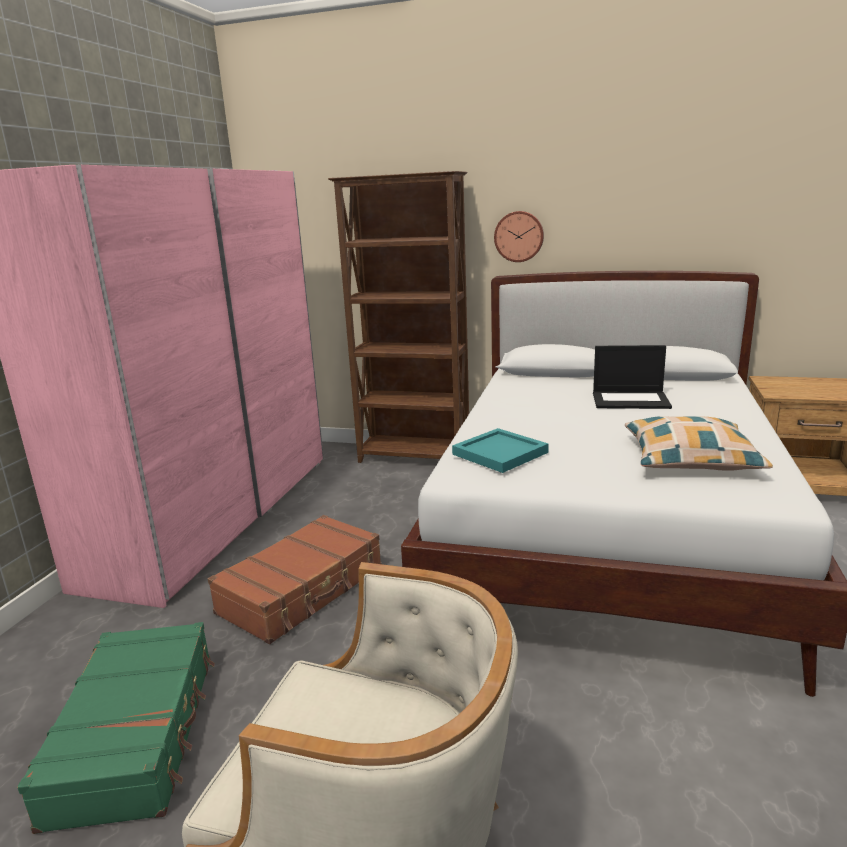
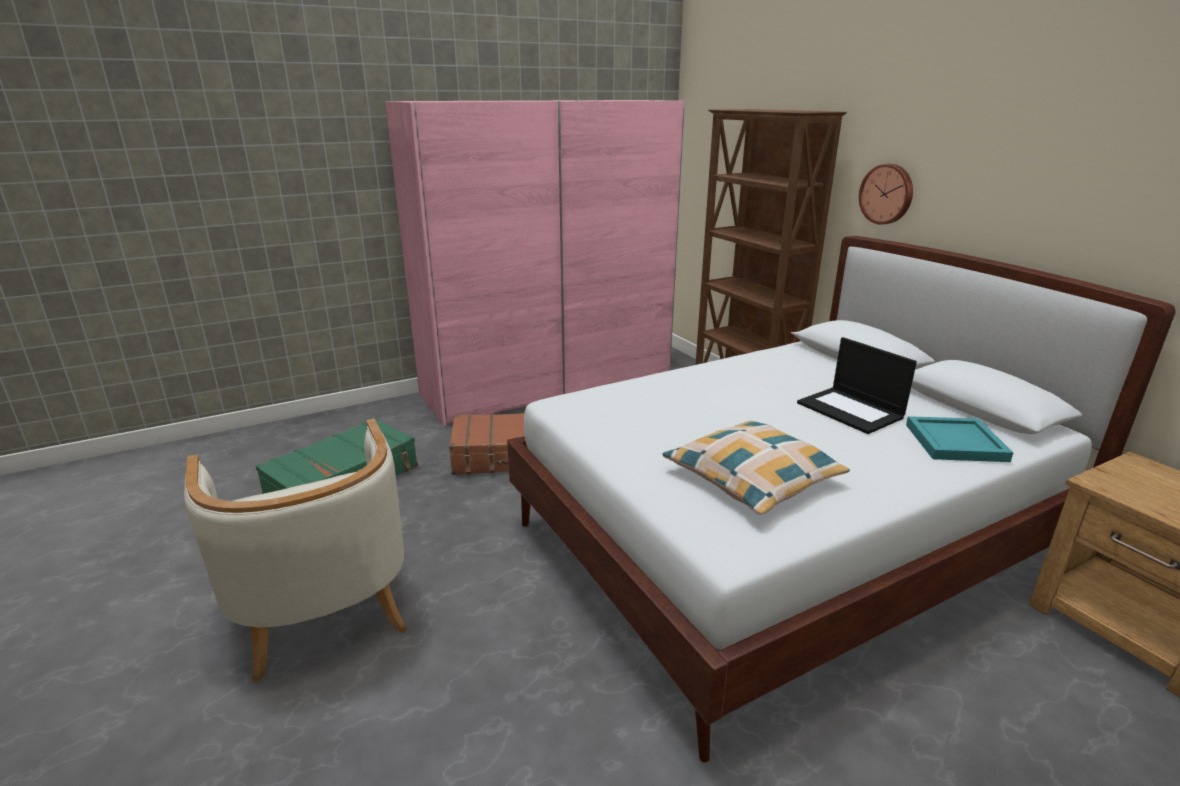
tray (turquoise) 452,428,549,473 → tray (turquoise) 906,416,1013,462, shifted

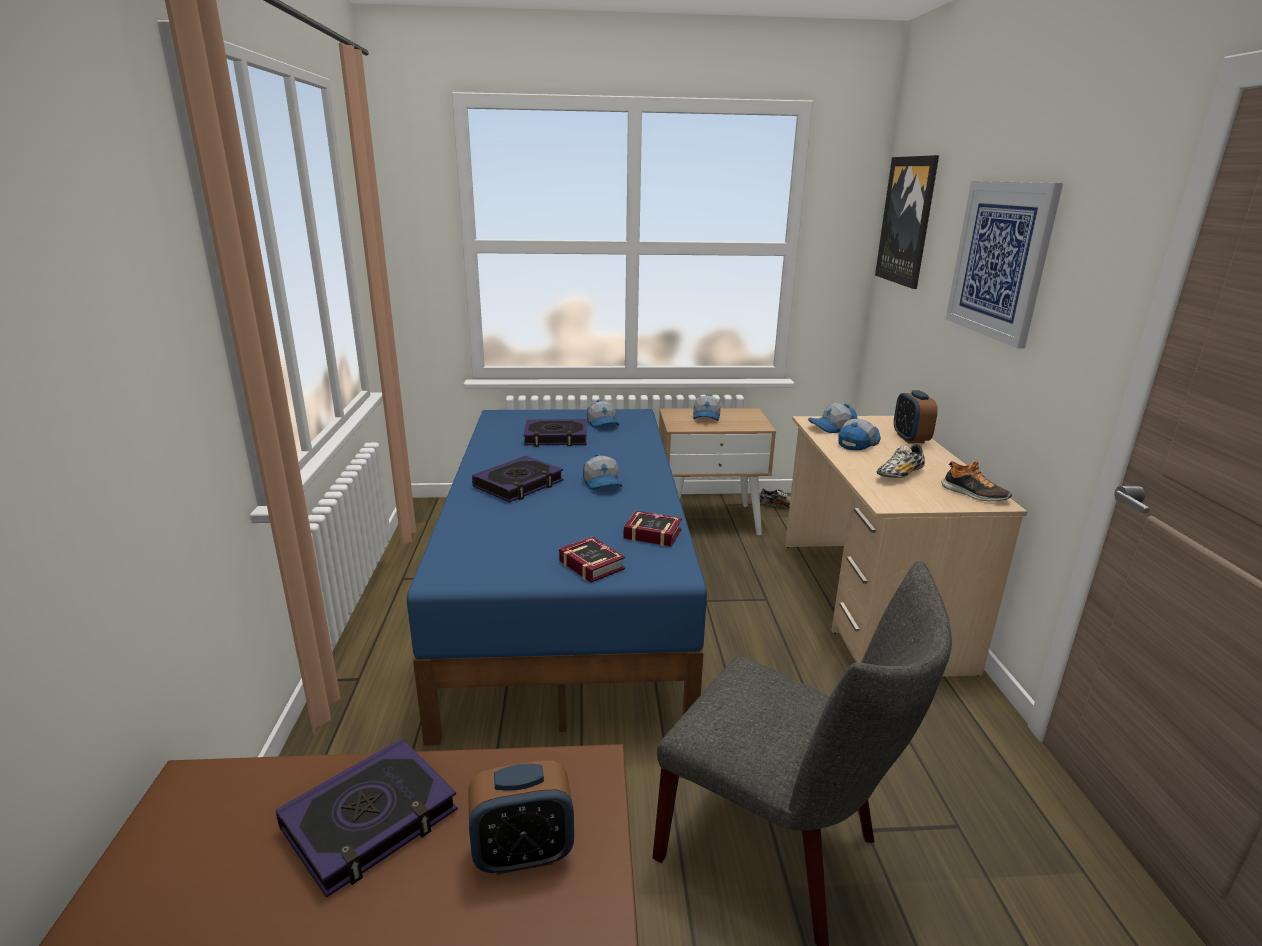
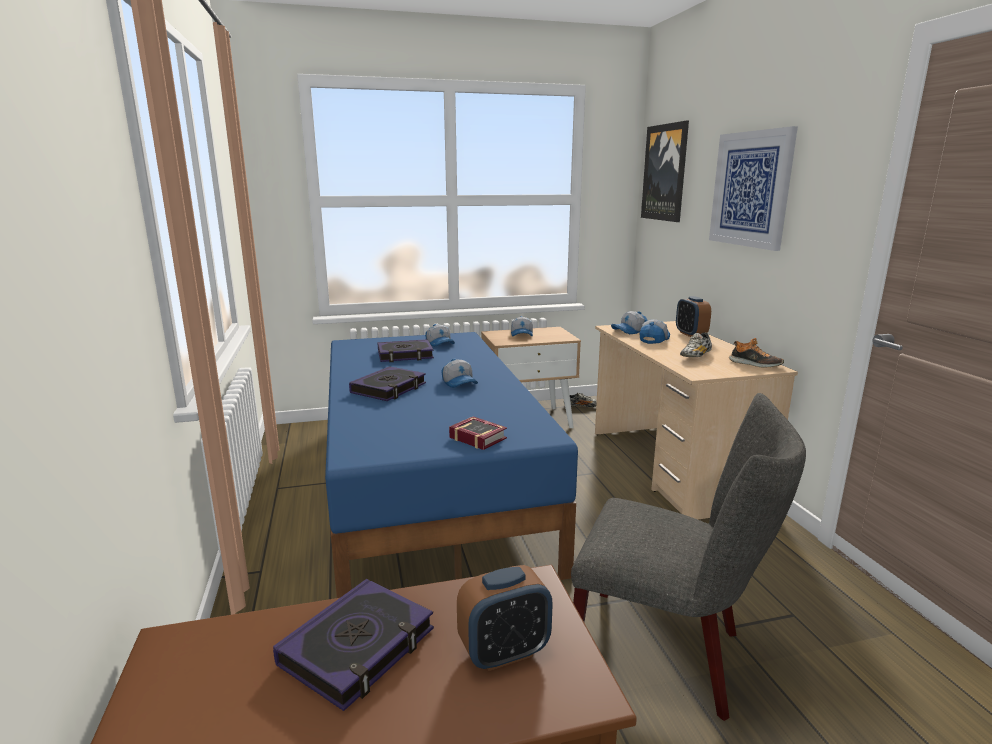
book 623,511,682,546 → -

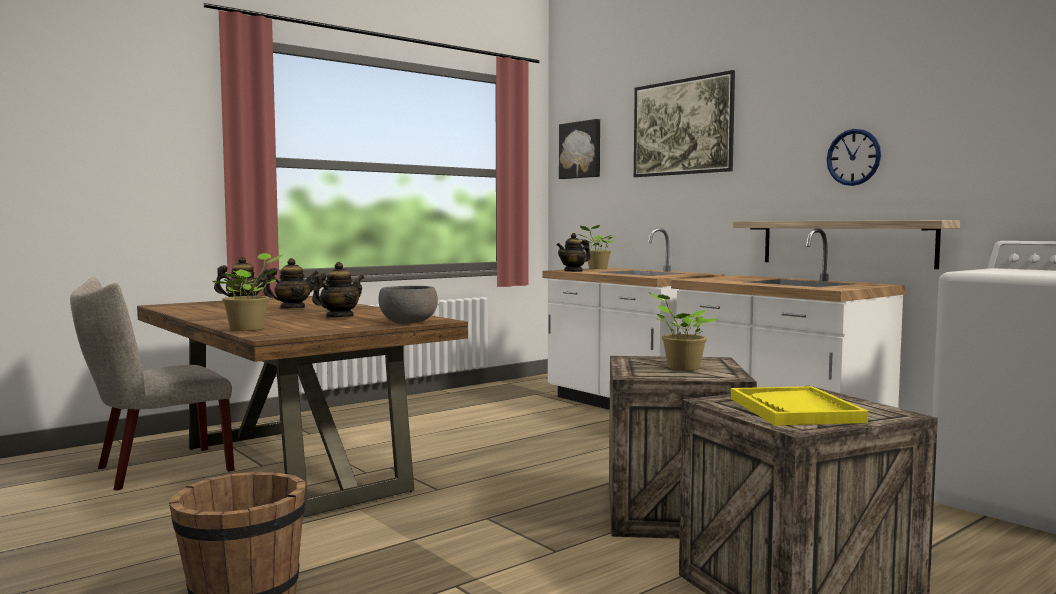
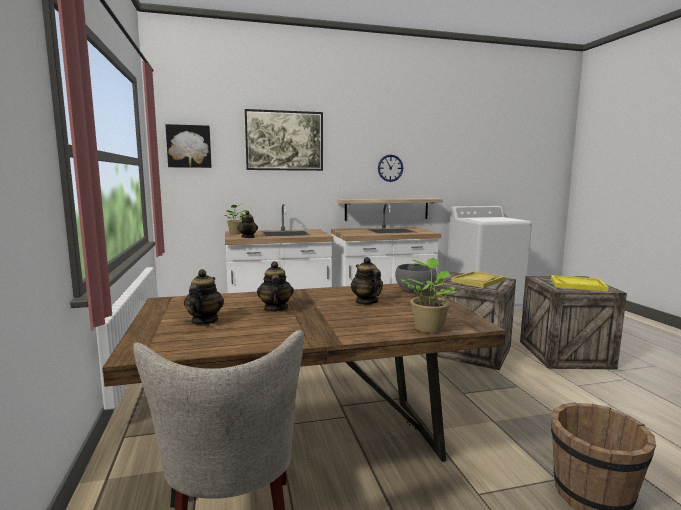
potted plant 649,292,717,371 → tray (yellow) 451,271,505,288

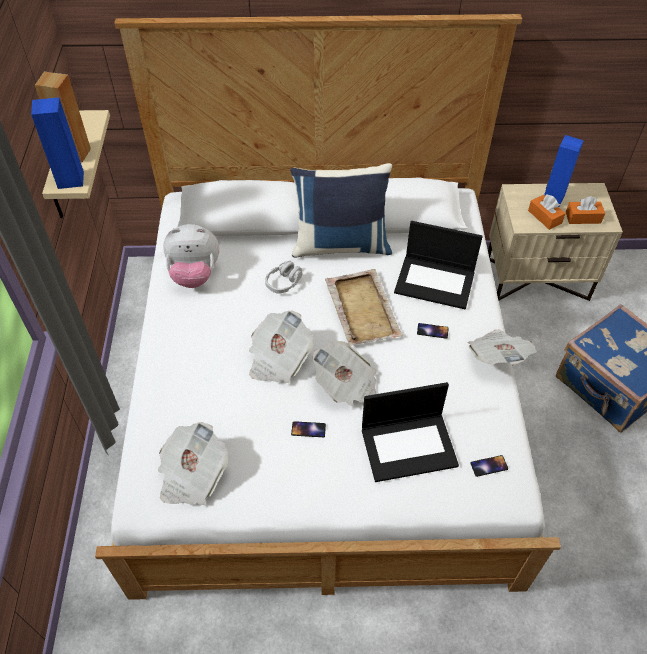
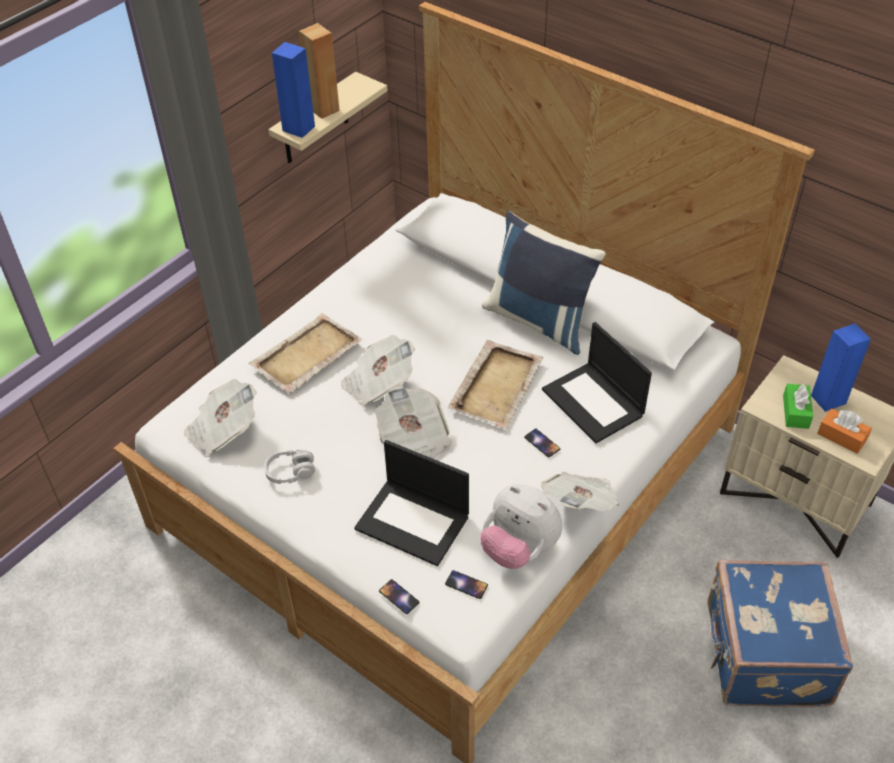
tissue box (orange) 528,194,566,230 → tissue box (green) 783,383,813,429
plush toy 163,224,219,288 → plush toy 480,484,562,569, shifted
headphones (grey) 265,261,303,294 → headphones (grey) 265,449,315,484, shifted
phone 291,421,326,437 → phone 379,579,420,614, shifted
- → tray (beige) 249,313,362,393

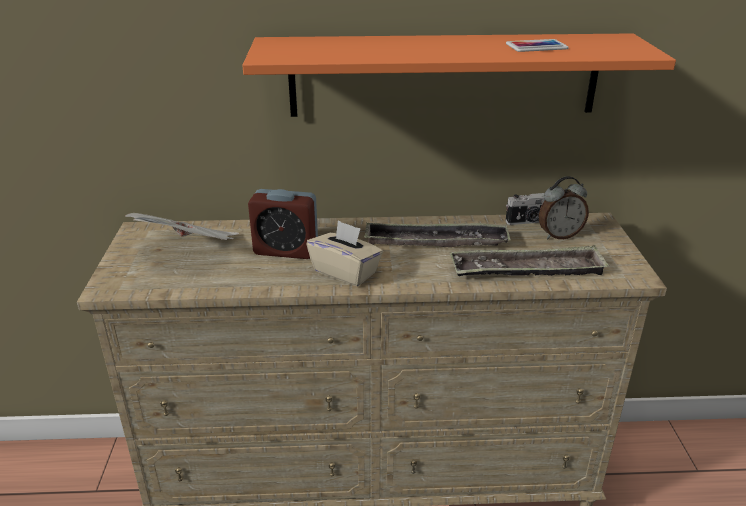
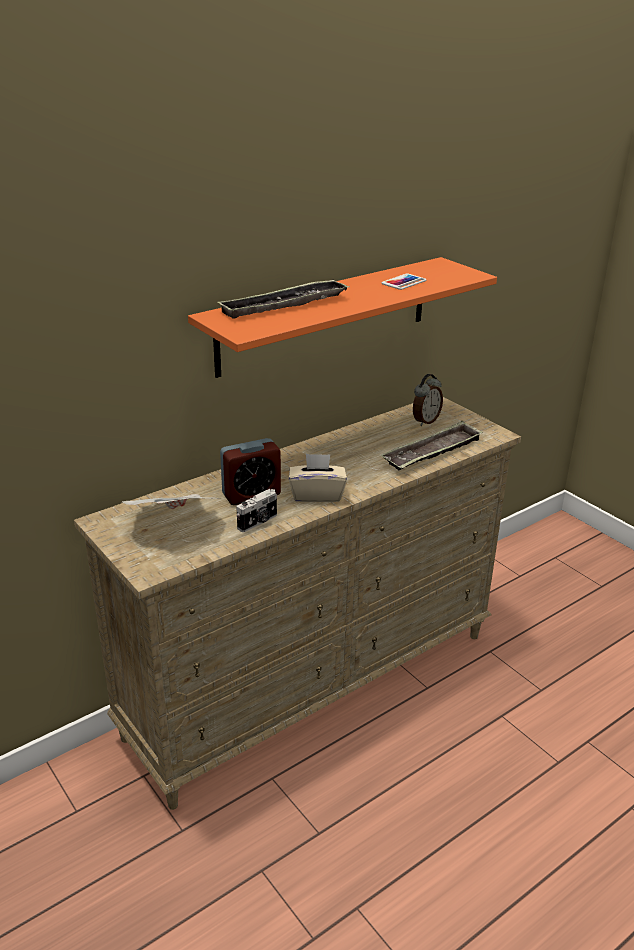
photo camera 506,193,545,225 → photo camera 237,489,277,532, shifted
tray 364,223,511,247 → tray 217,279,349,319, shifted

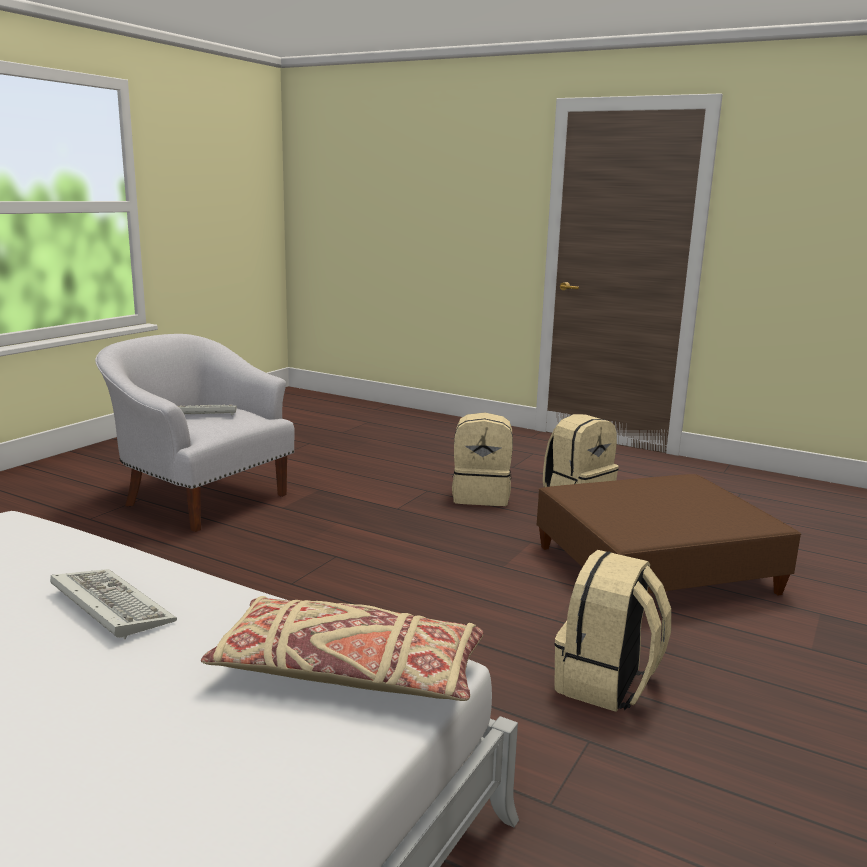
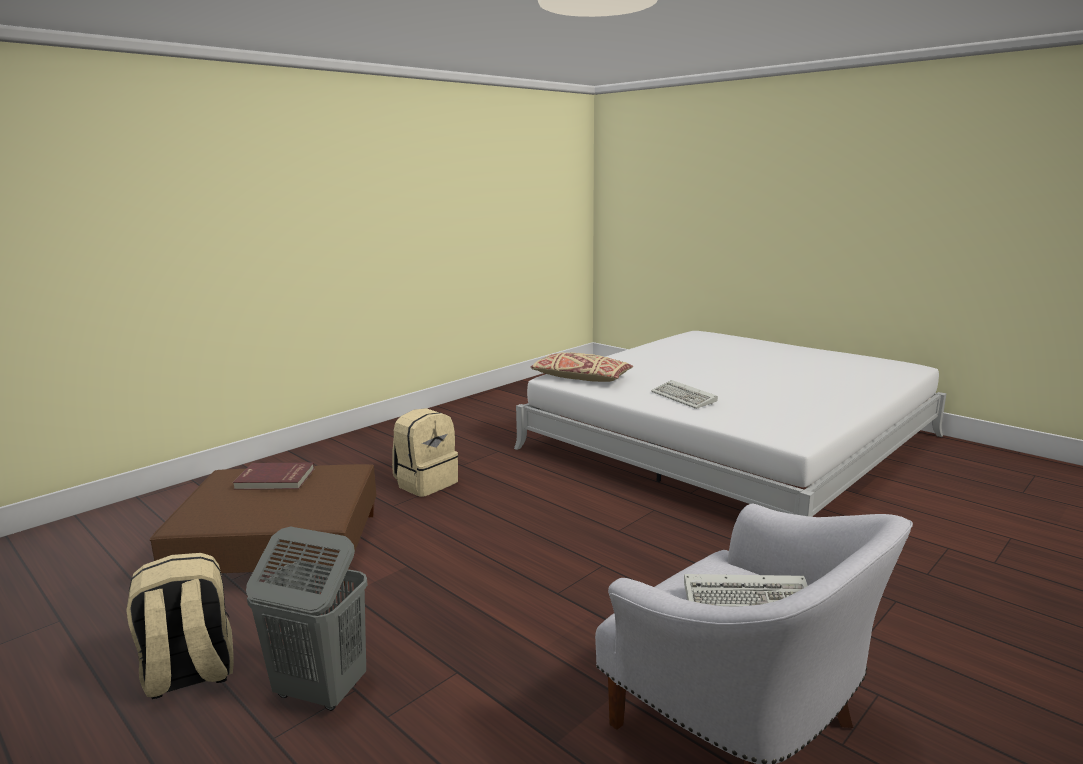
backpack (beige) 452,413,513,506 → laundry basket (grey) 246,527,367,711
- → book (red) 233,463,315,490

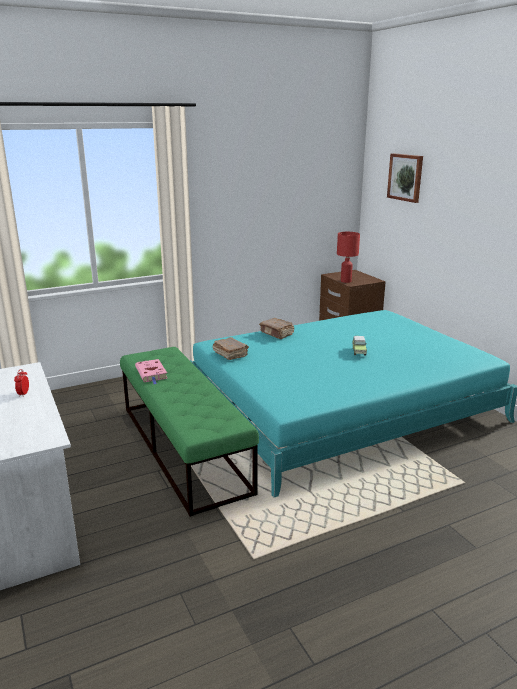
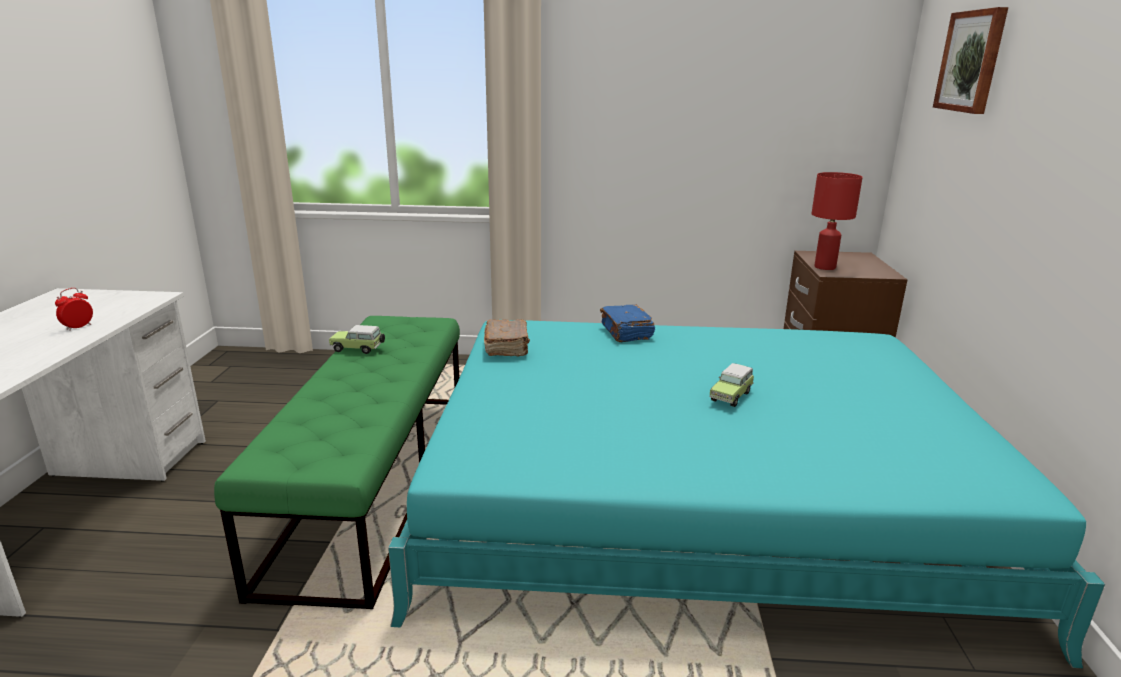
book (brown) 259,318,294,339 → book (blue) 600,304,655,342
book (pink) 135,359,167,384 → toy car 329,325,385,354

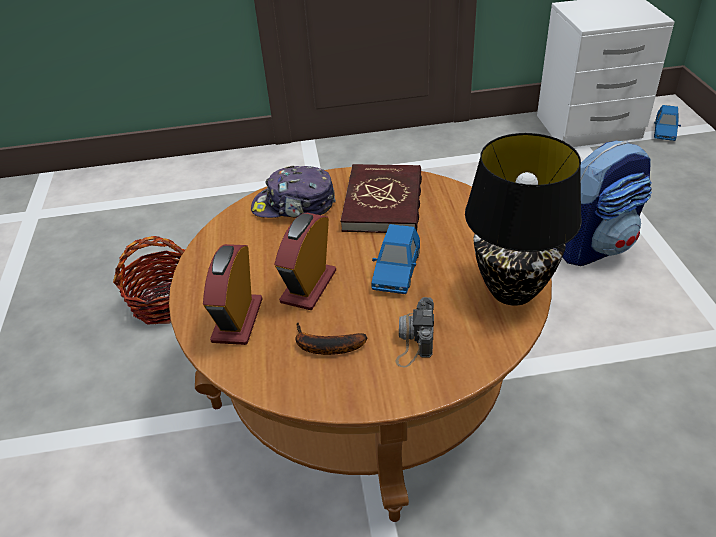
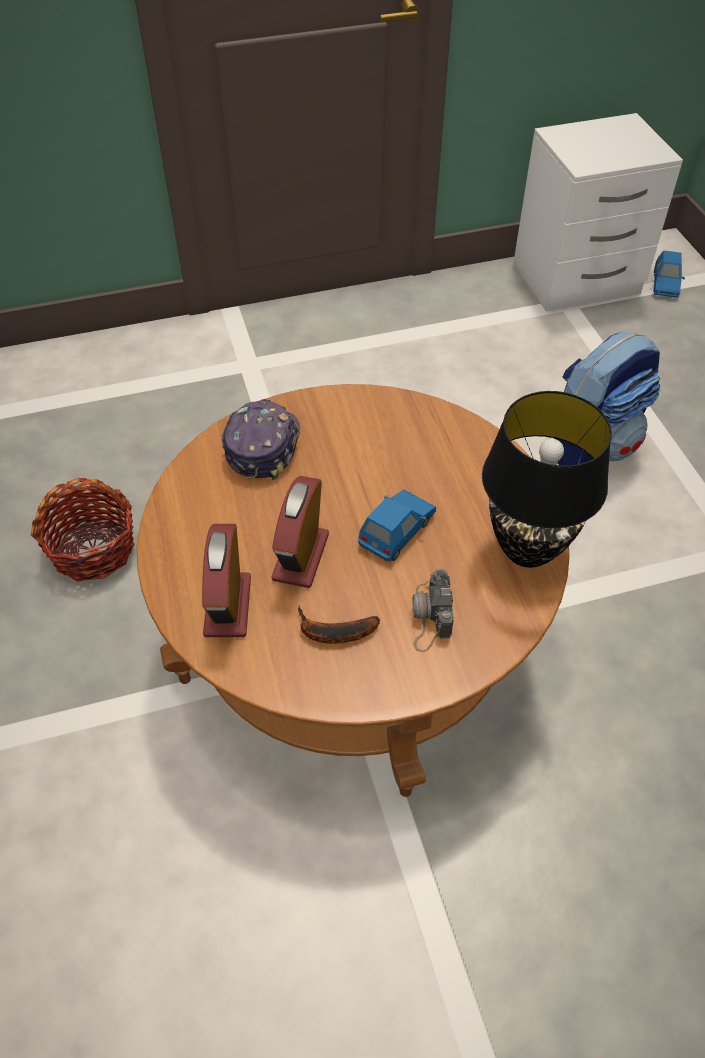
book (red) 340,164,422,233 → -
cap 251,166,336,218 → cap 222,399,300,480, 105 degrees clockwise
toy car (blue) 372,224,420,294 → toy car (blue) 358,490,436,562, 150 degrees counterclockwise

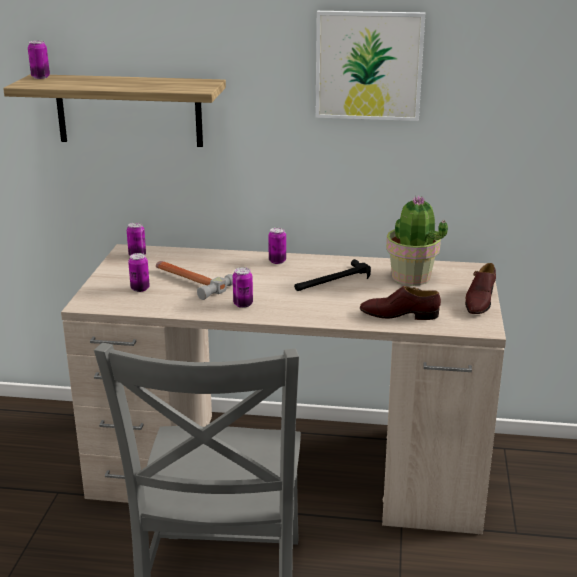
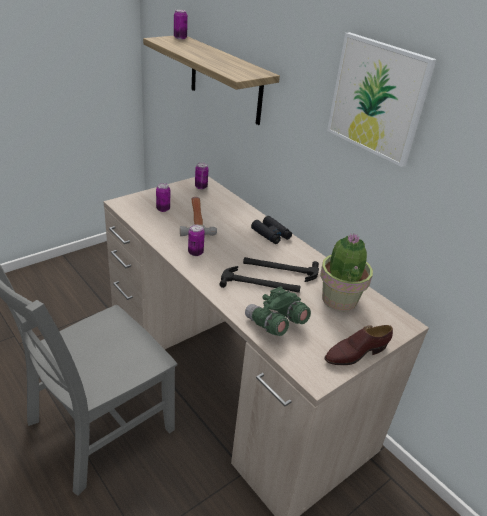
can 268,228,286,264 → binoculars (black) 251,216,292,244
shoe (brown) 360,286,441,320 → binoculars (green) 245,286,311,336
- → hammer 219,266,301,293

